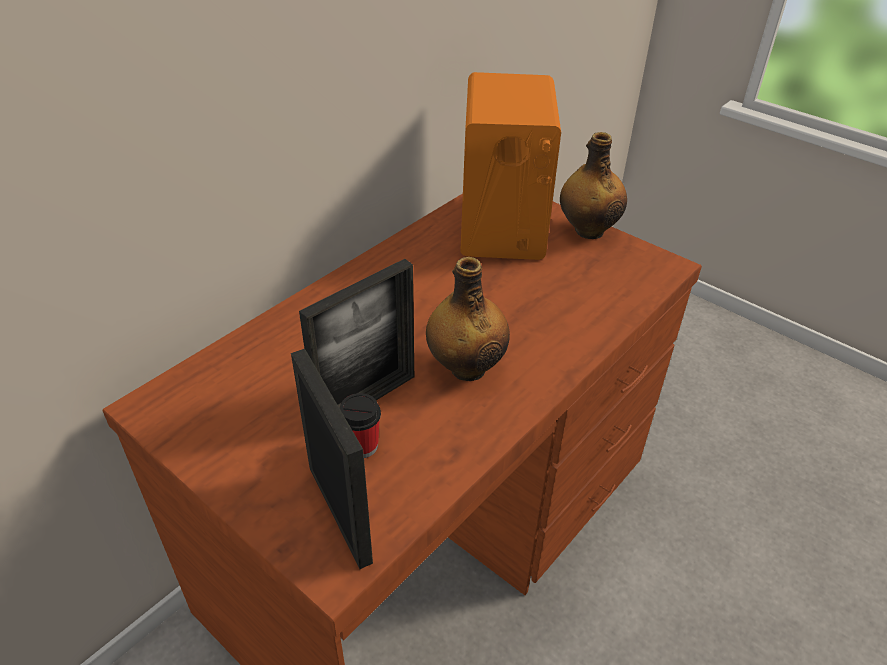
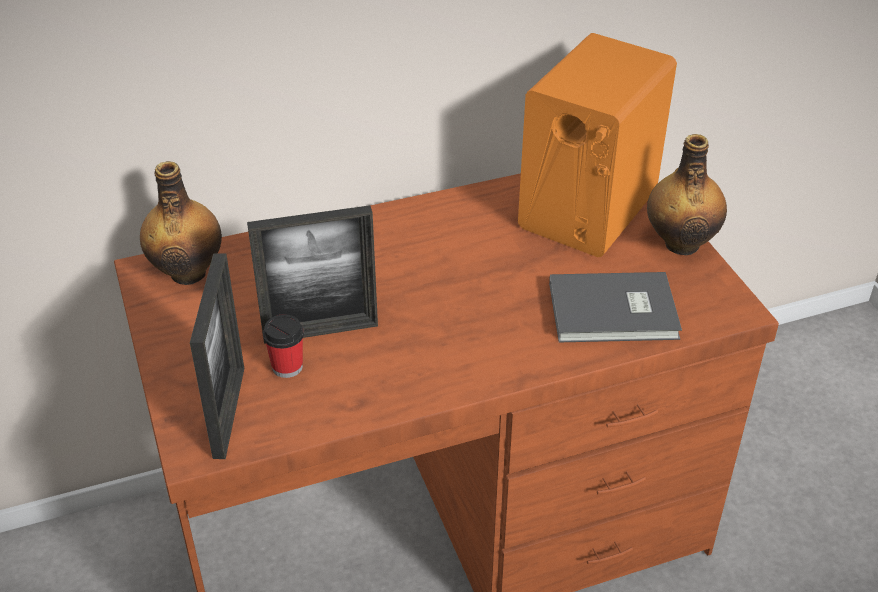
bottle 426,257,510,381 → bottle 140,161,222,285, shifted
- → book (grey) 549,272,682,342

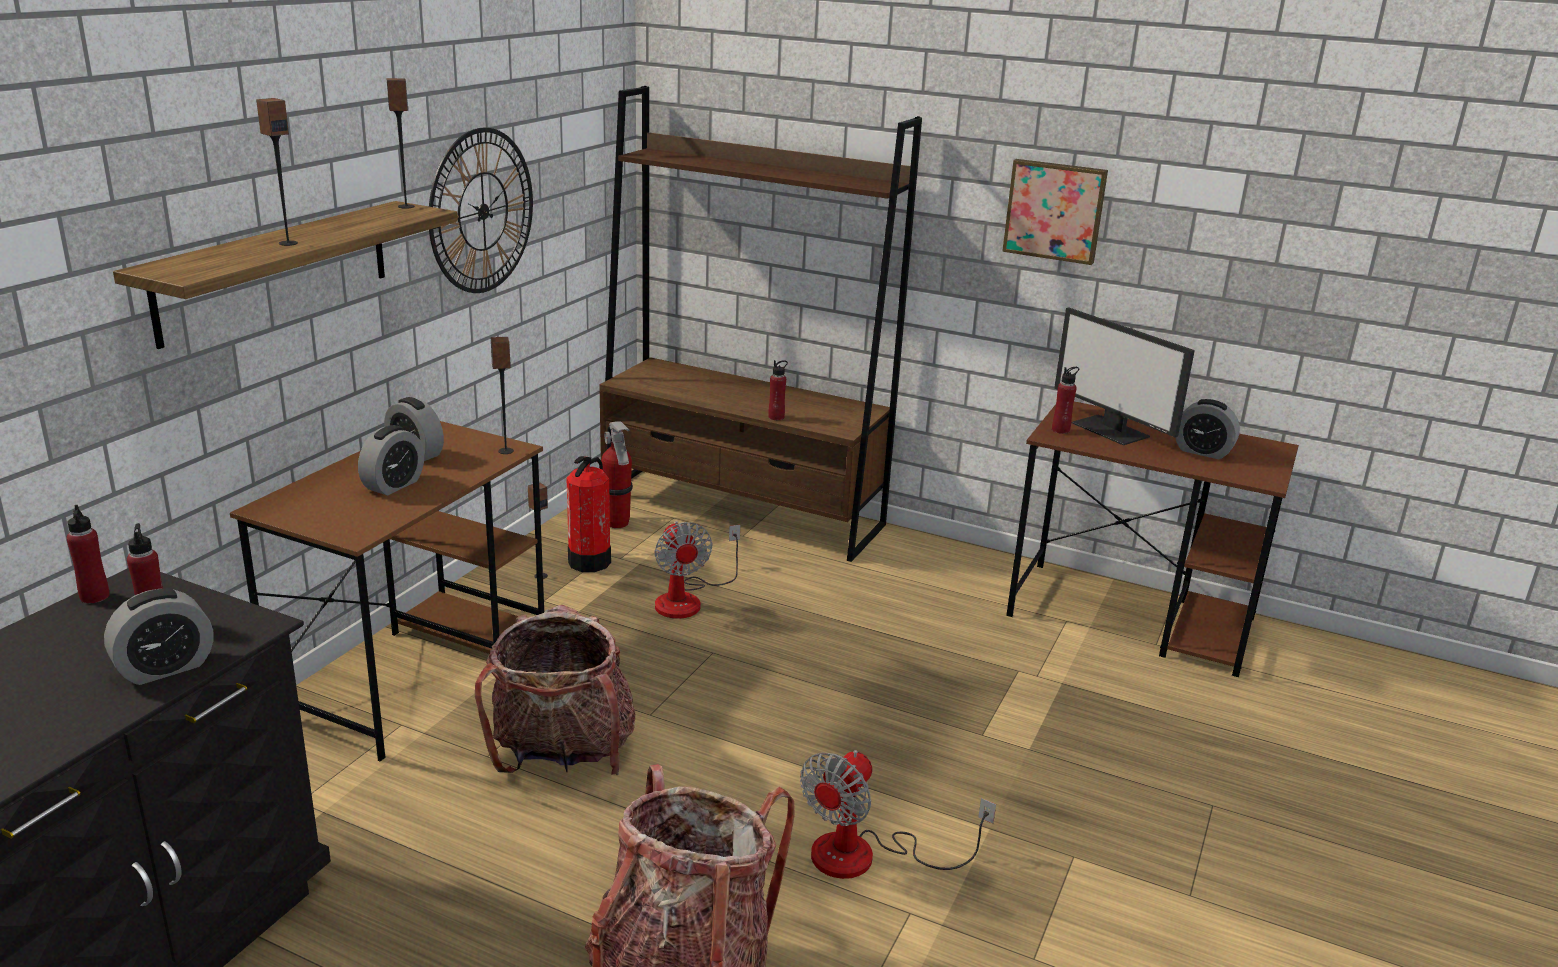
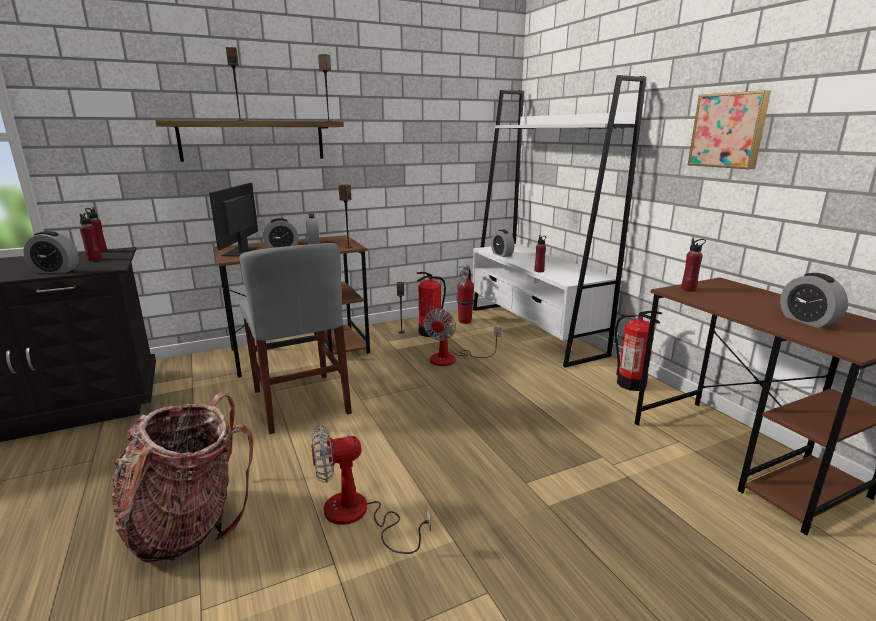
bookcase (brown) 599,86,922,562 → bookcase (white) 473,75,646,367
wall clock 429,127,533,293 → -
monitor 1054,308,1195,445 → monitor 209,183,260,256, shifted
backpack 475,605,635,775 → chair (grey) 239,243,352,434
- → alarm clock 491,229,514,257
- → fire extinguisher 615,311,662,391

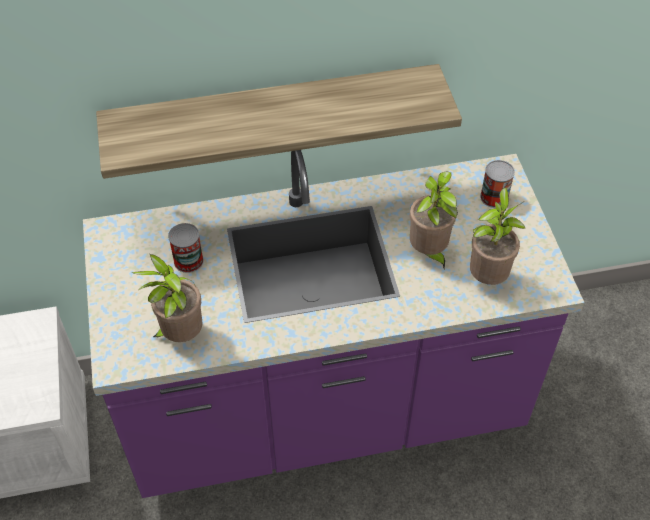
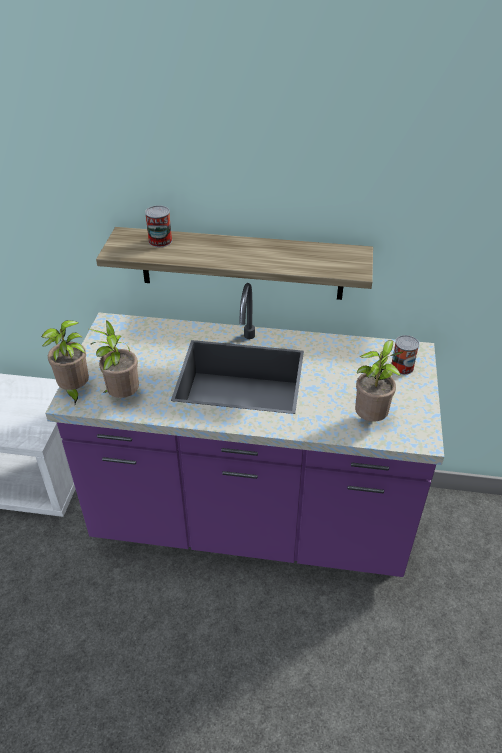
potted plant 410,171,458,269 → potted plant 41,320,89,404, shifted
can 168,223,204,273 → can 145,205,172,247, shifted

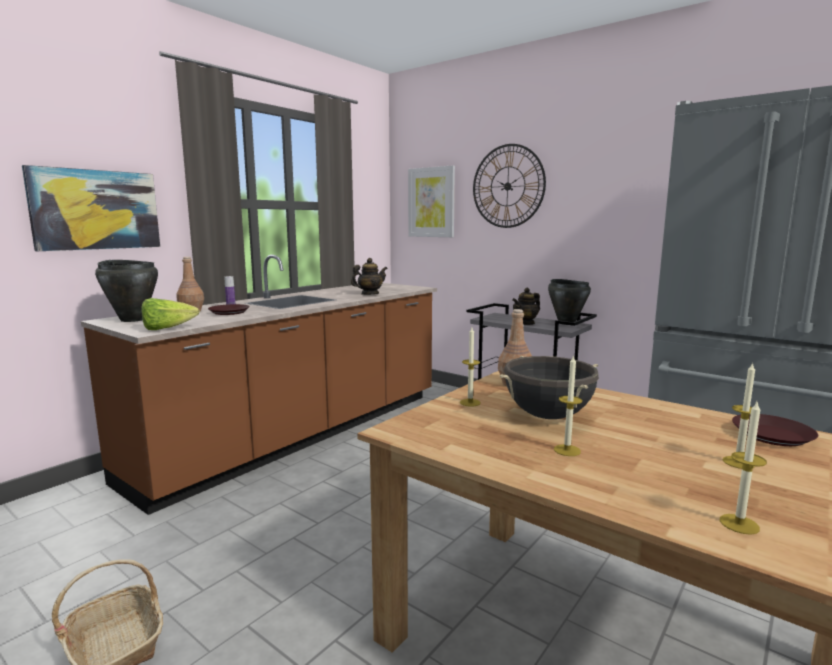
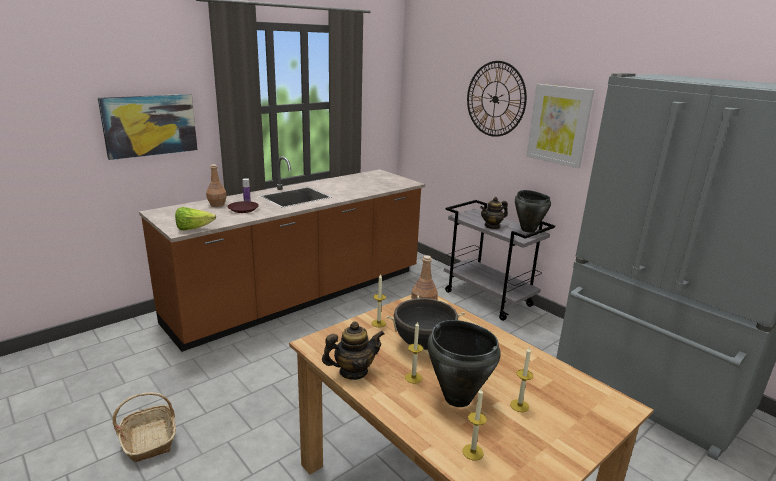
picture 408,165,455,237 → picture 526,84,594,168, shifted
teapot 351,258,388,295 → teapot 322,321,385,380, shifted
cooking pot (black) 95,260,158,322 → cooking pot (black) 428,320,501,407, shifted
plate (brown) 732,414,818,446 → -

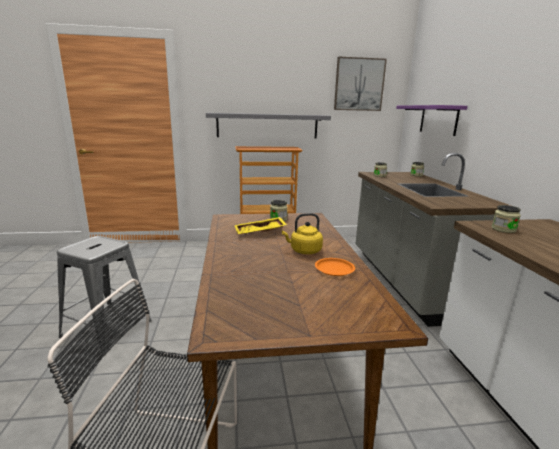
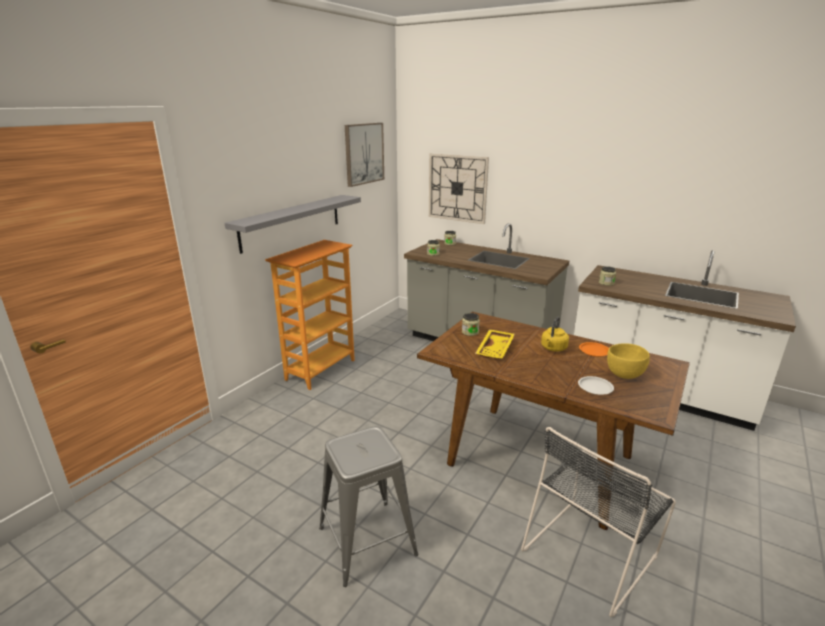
shelf (purple) 396,105,468,136 → wall clock 429,153,489,224
- → bowl (yellow) 607,343,650,379
- → plate (white) 578,376,614,395

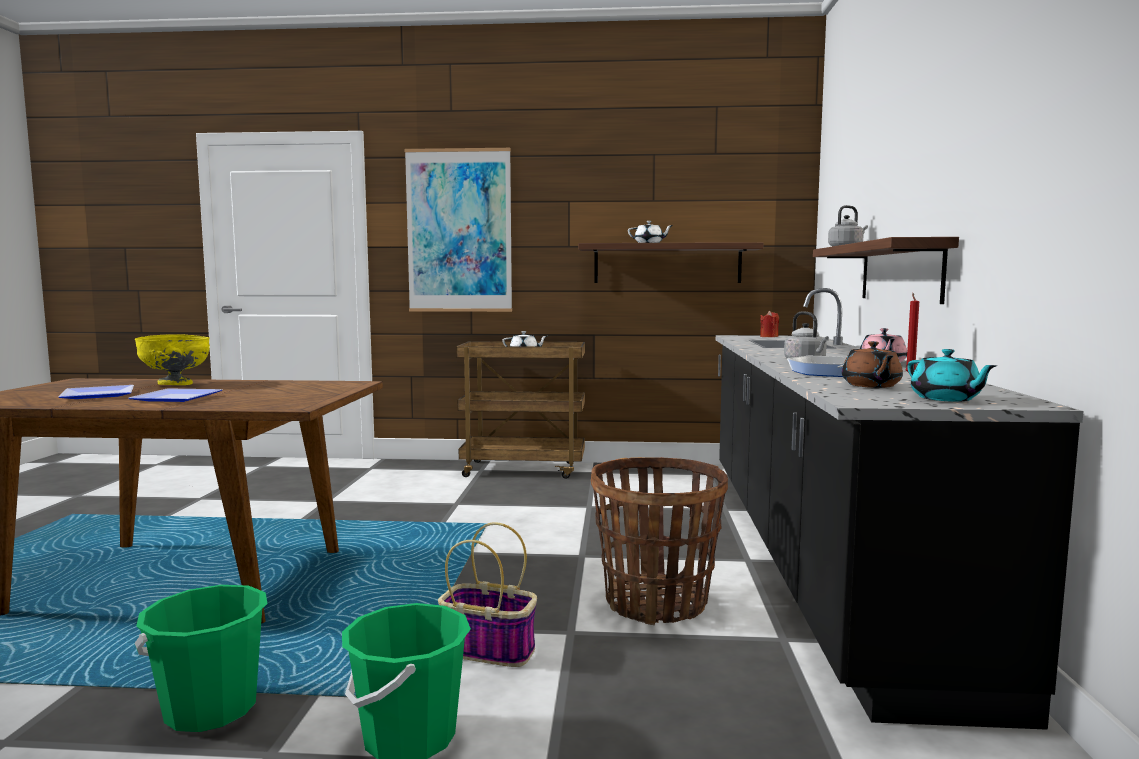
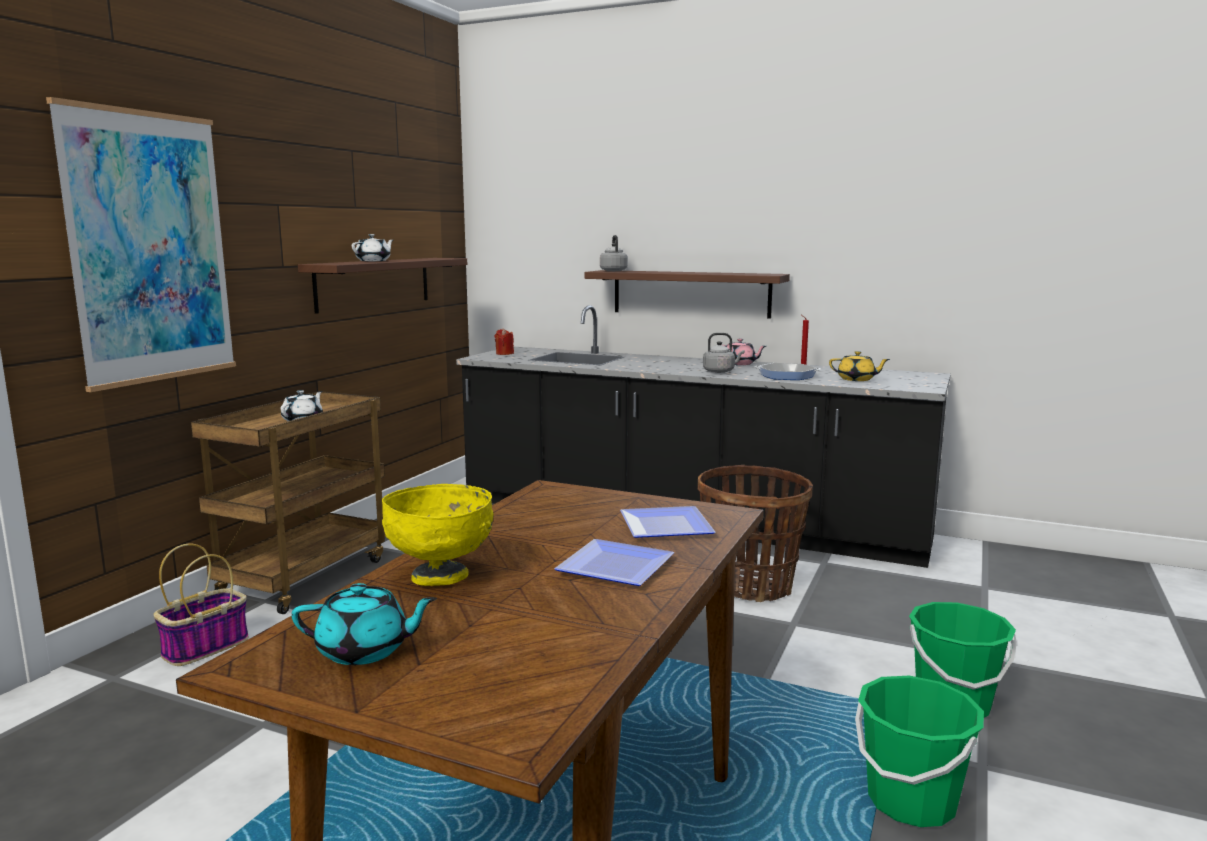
teapot (brown) 842,341,903,388 → teapot (yellow) 829,351,890,381
teapot (turquoise) 907,349,997,402 → teapot (turquoise) 291,583,437,665, shifted
plate 59,385,134,399 → plate 620,506,716,538, shifted
basket 438,522,537,667 → basket 154,544,249,666, shifted

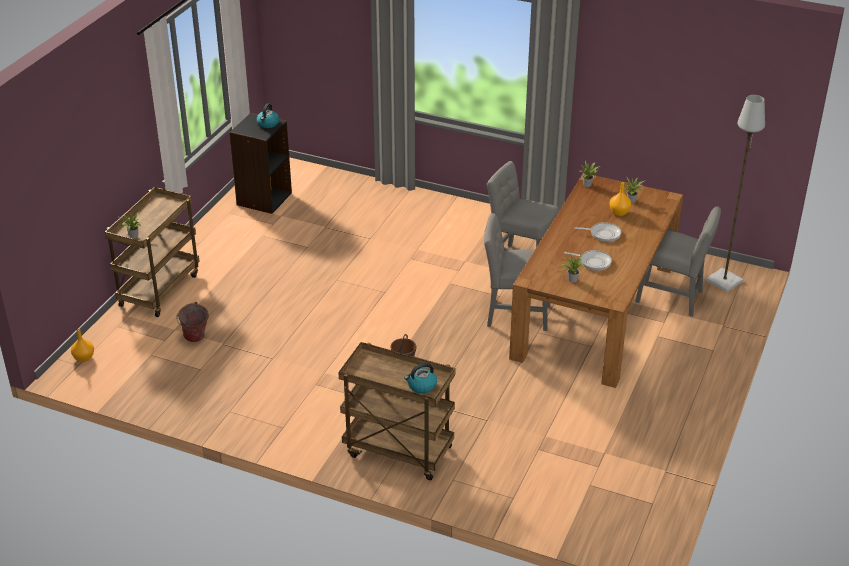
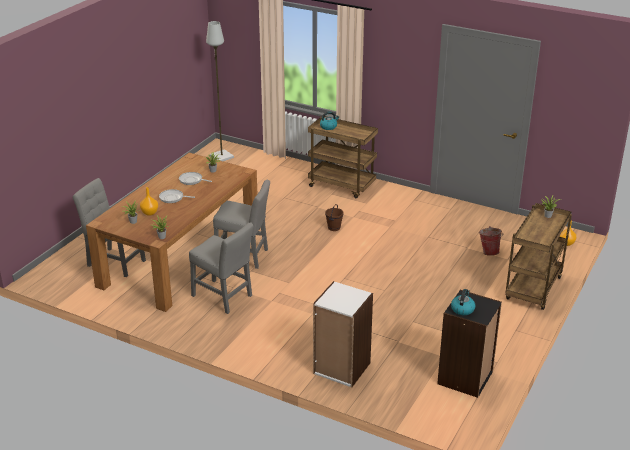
floor lamp (grey) 706,95,765,292 → floor lamp (grey) 206,21,234,161, shifted
- → bookcase (white) 313,281,373,388

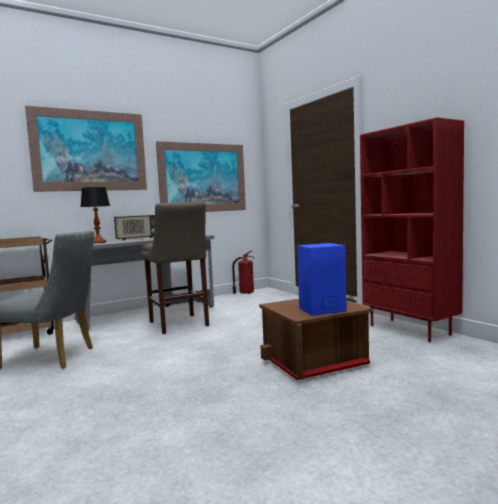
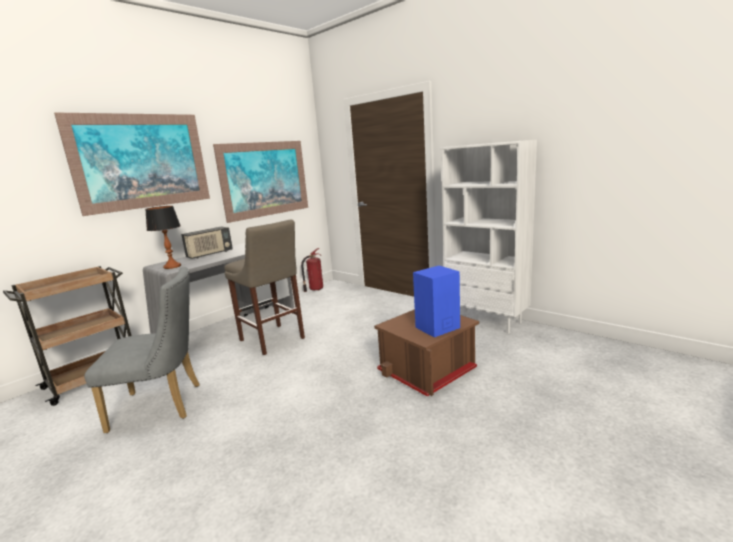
bookcase (red) 360,117,464,342 → bookcase (white) 441,140,537,333

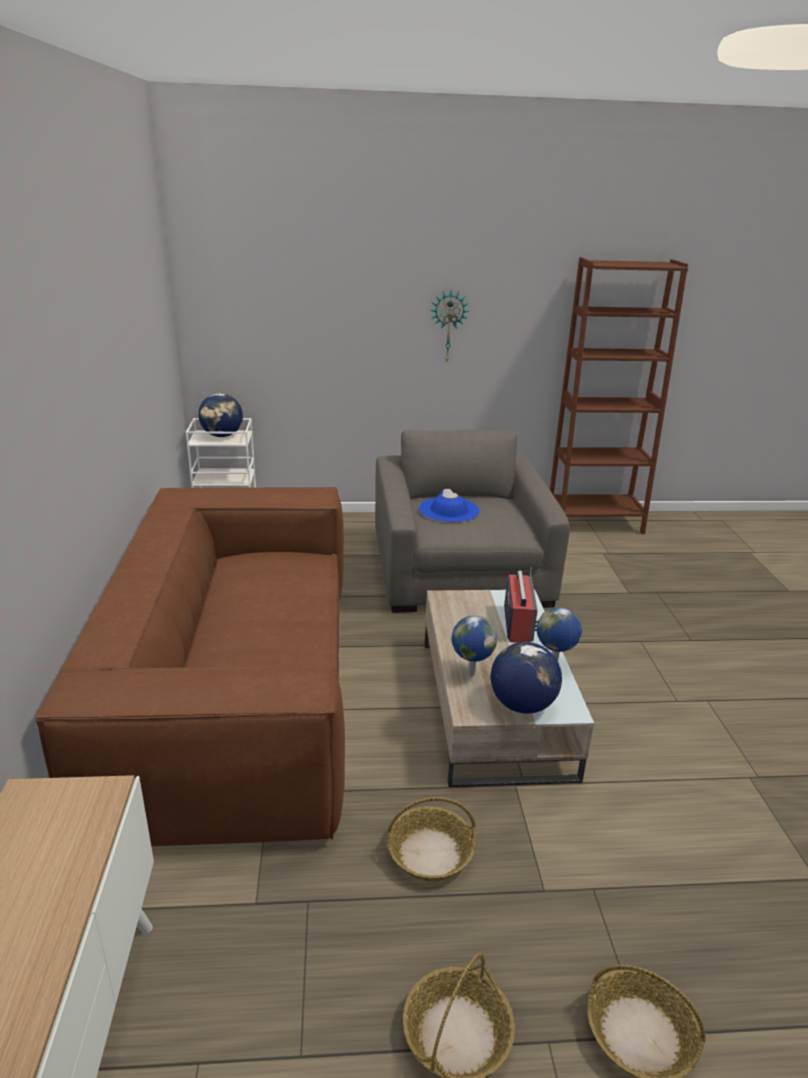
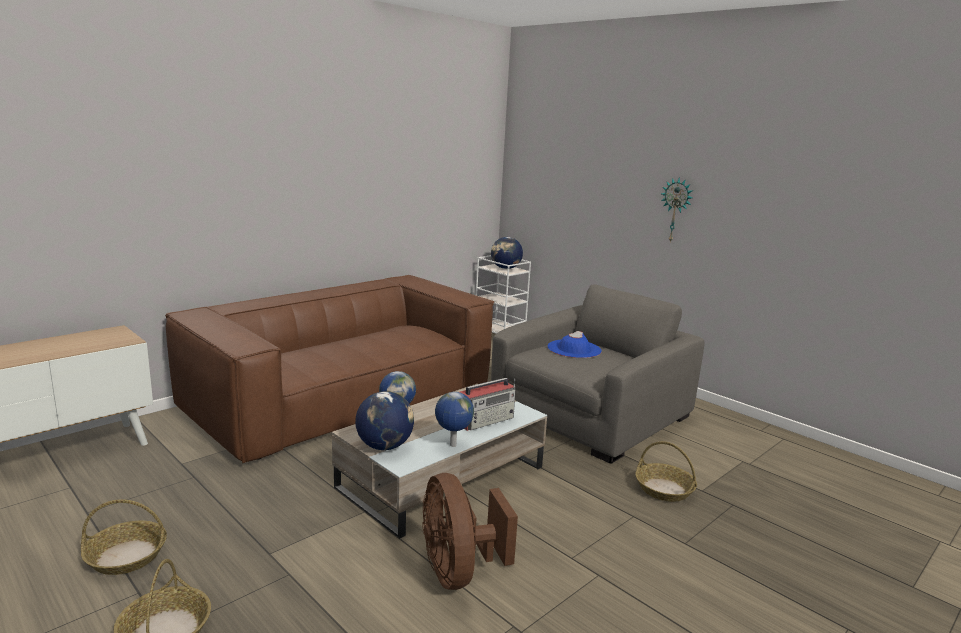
bookcase (brown) 550,257,688,534 → -
basket 387,797,476,882 → basket 635,441,697,502, shifted
- → fan (brown) 422,473,518,590

